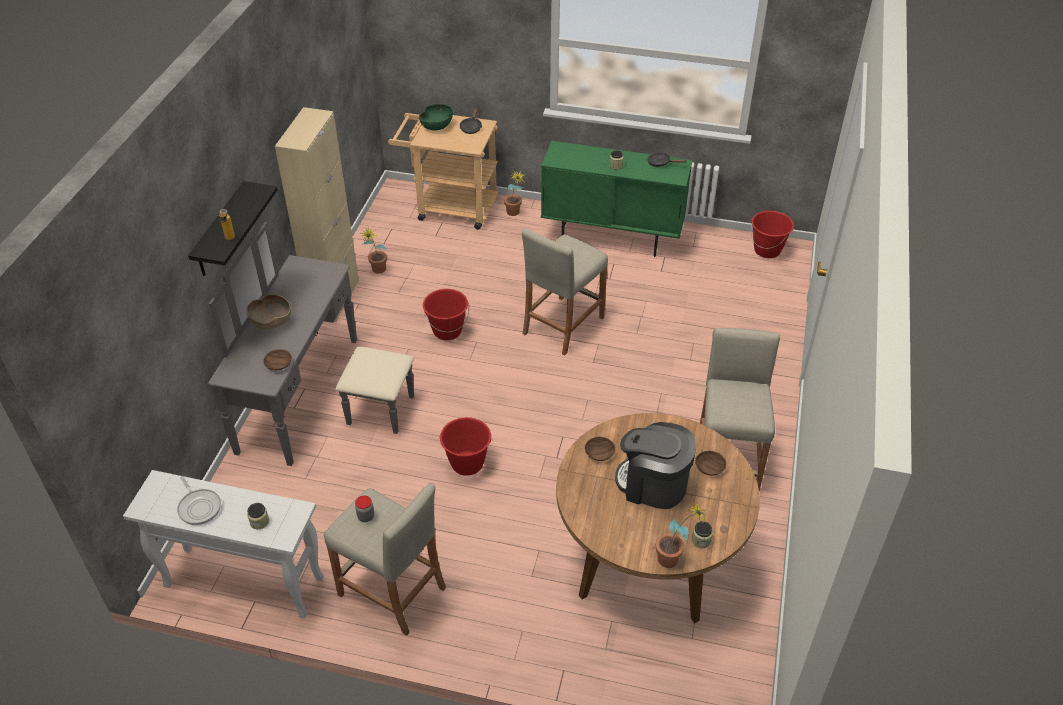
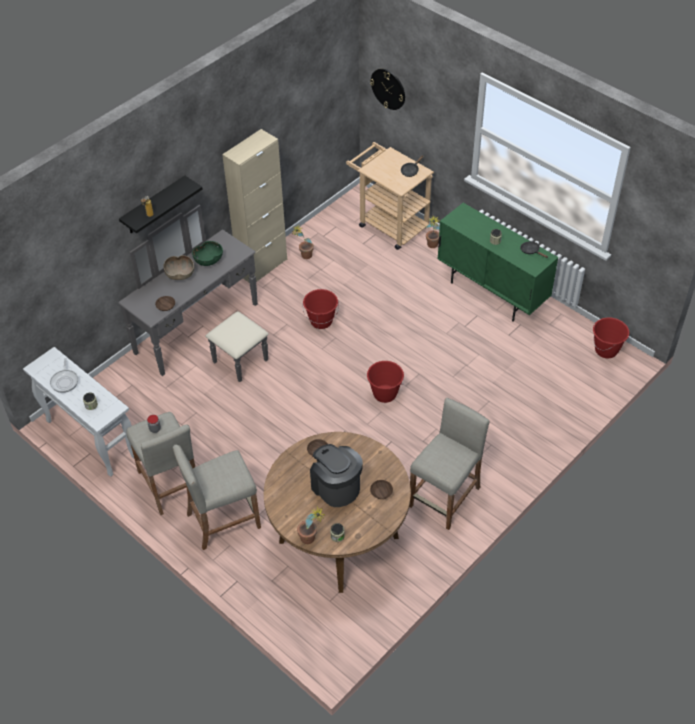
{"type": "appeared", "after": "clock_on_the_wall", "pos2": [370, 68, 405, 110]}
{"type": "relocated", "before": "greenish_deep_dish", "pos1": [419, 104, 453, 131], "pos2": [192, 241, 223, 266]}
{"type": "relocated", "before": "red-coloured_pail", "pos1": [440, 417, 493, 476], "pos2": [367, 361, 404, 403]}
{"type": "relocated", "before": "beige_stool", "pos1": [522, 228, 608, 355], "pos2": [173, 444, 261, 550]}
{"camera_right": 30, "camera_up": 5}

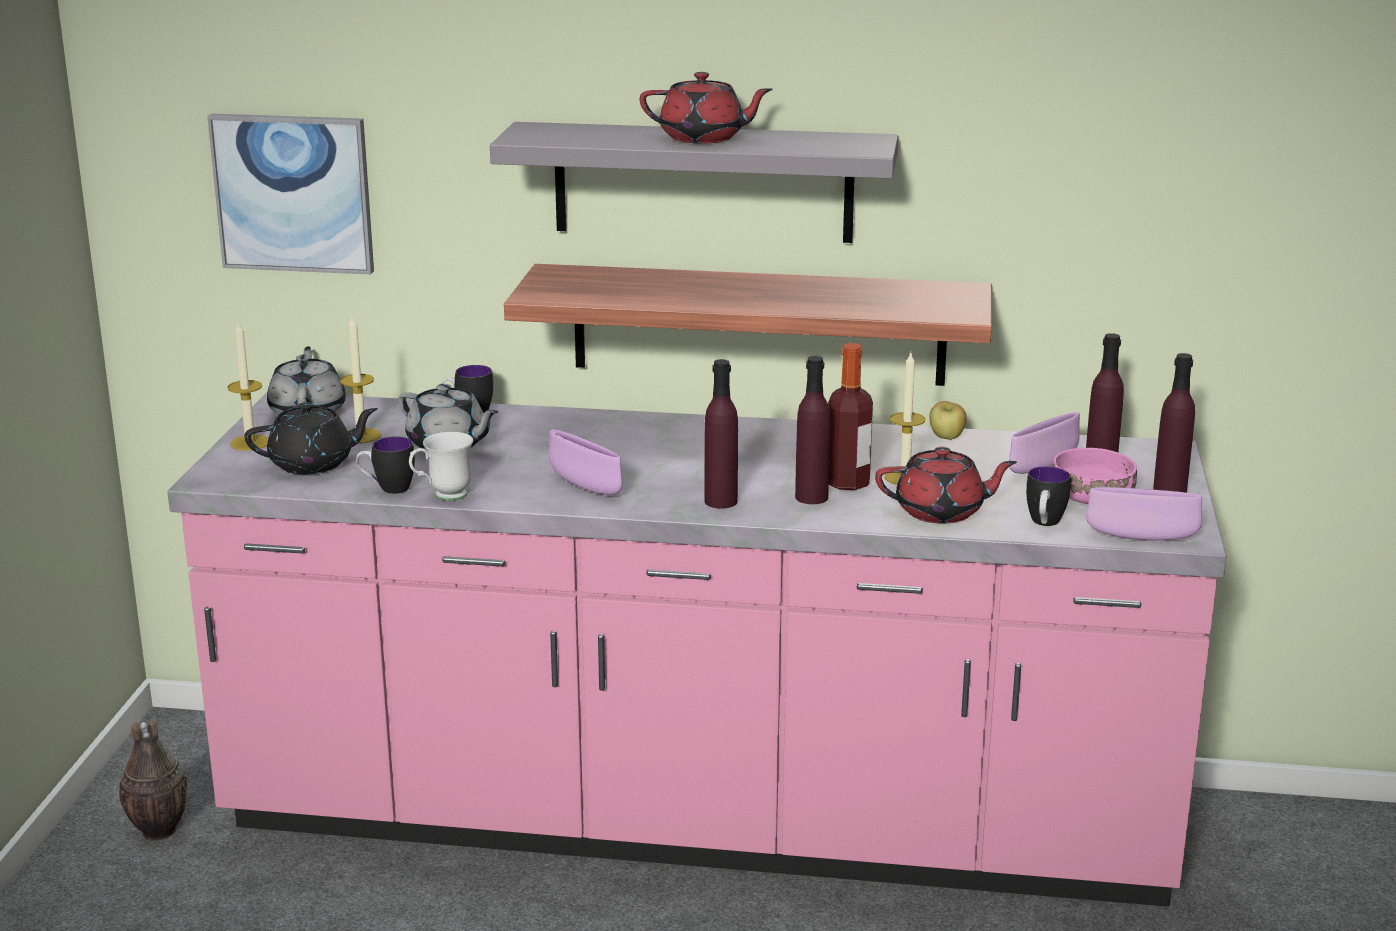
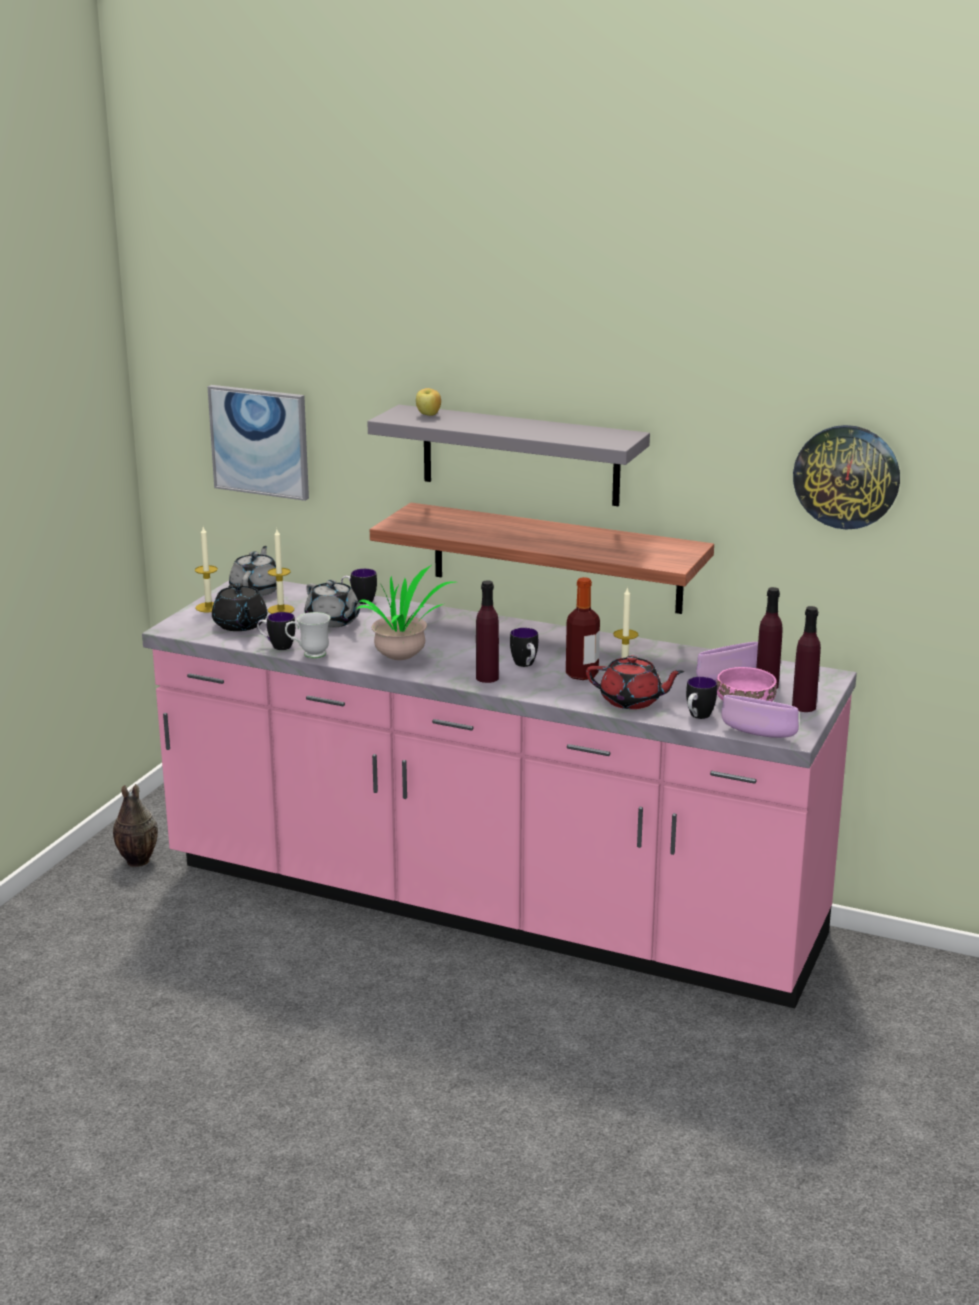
{"type": "missing", "before": "red-coloured_teapot", "pos1": [640, 72, 773, 144]}
{"type": "missing", "before": "purple_drink_bottle", "pos1": [795, 356, 830, 504]}
{"type": "appeared", "after": "mug", "pos2": [510, 628, 538, 667]}
{"type": "appeared", "after": "clock_on_the_wall", "pos2": [793, 425, 900, 530]}
{"type": "relocated", "before": "whole_apple", "pos1": [929, 401, 967, 440], "pos2": [416, 388, 441, 416]}
{"type": "exchanged", "before": "purple_deep_dish", "after": "potted_plant", "pos1": [549, 430, 623, 495], "pos2": [356, 565, 455, 660]}
{"type": "spun", "before": "black-coloured_teapot", "pos1": [245, 402, 378, 474], "pos2": [212, 583, 267, 631], "turn": 75}
{"camera_right": 15, "camera_up": 0}

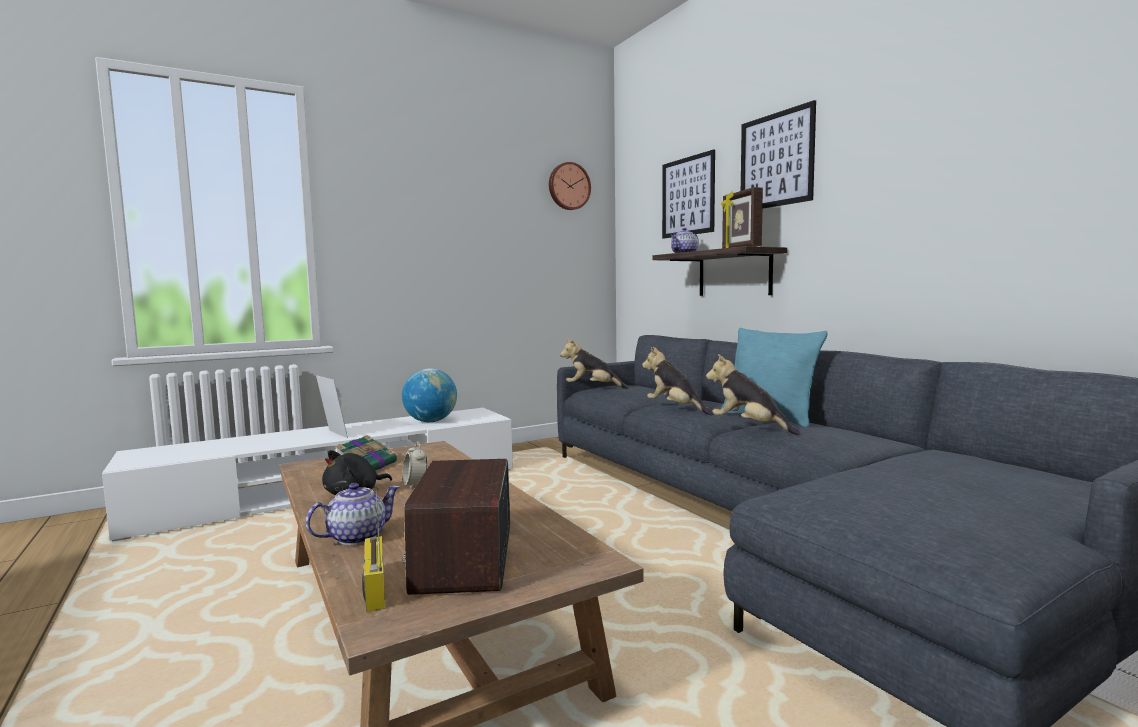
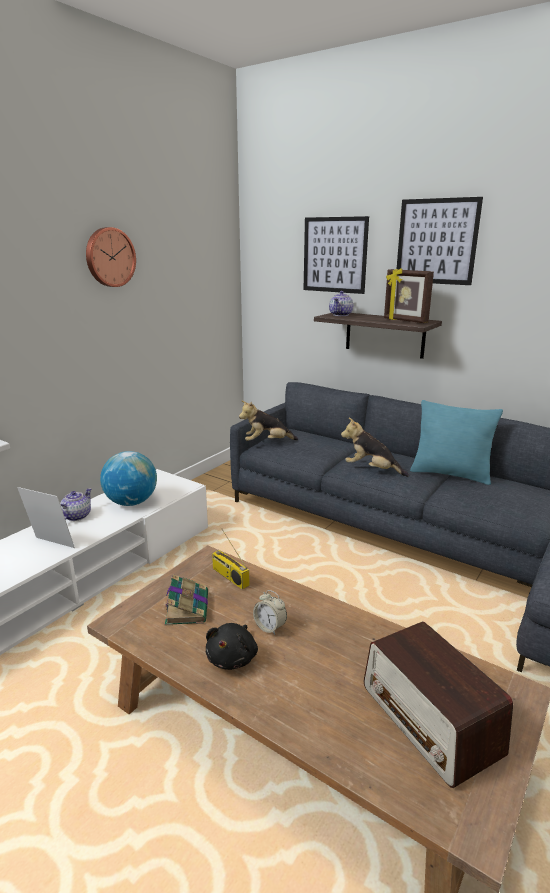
{"type": "missing", "before": "soft_toy", "pos1": [706, 354, 800, 435]}
{"type": "relocated", "before": "teapot", "pos1": [306, 483, 400, 545], "pos2": [60, 488, 92, 521]}
{"type": "relocated", "before": "radio_set", "pos1": [362, 491, 385, 612], "pos2": [212, 529, 250, 590]}
{"type": "relocated", "before": "clock_on_the_wall", "pos1": [549, 162, 591, 210], "pos2": [86, 227, 136, 287]}
{"camera_right": -25, "camera_up": 15}

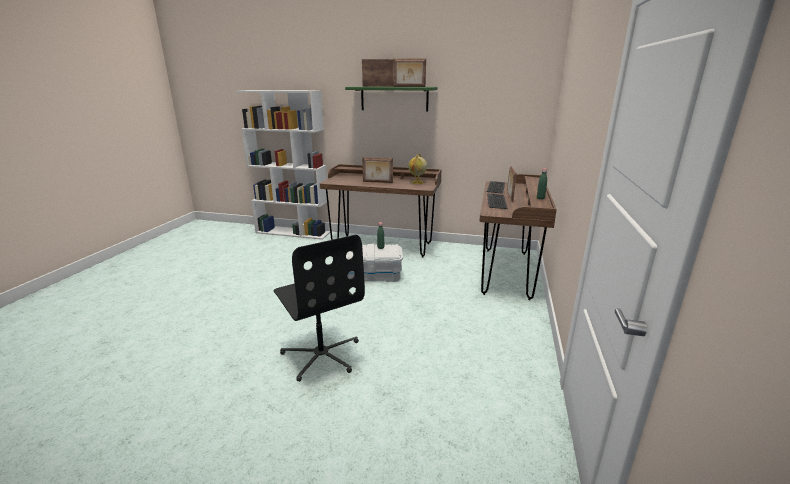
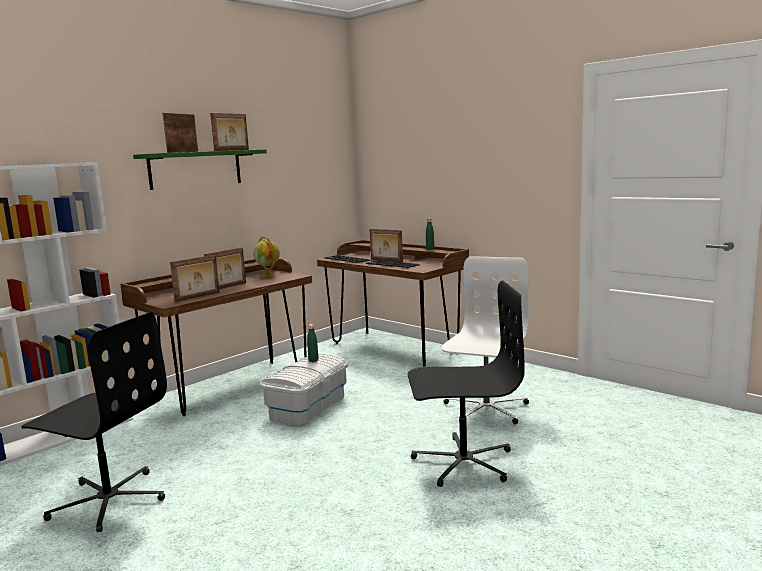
{"type": "appeared", "after": "black-coloured_desk_chair", "pos2": [21, 312, 167, 532]}
{"type": "appeared", "after": "standing_frame", "pos2": [170, 255, 220, 302]}
{"type": "appeared", "after": "whitish_desk_chair", "pos2": [442, 256, 529, 424]}
{"camera_right": -60, "camera_up": -10}

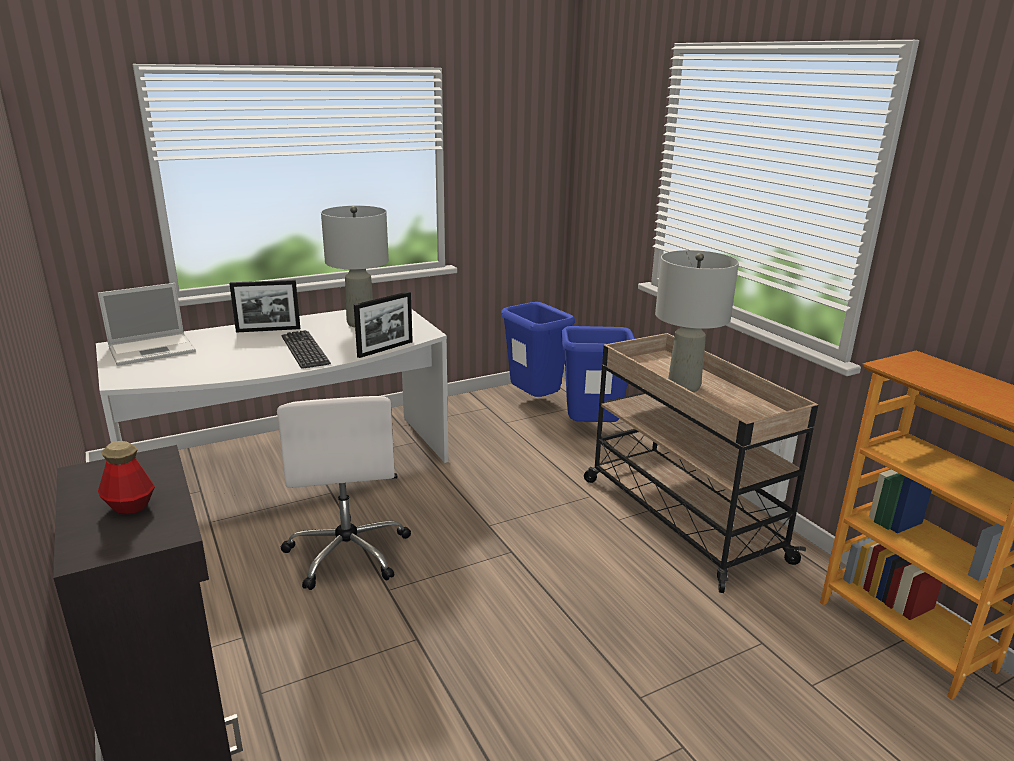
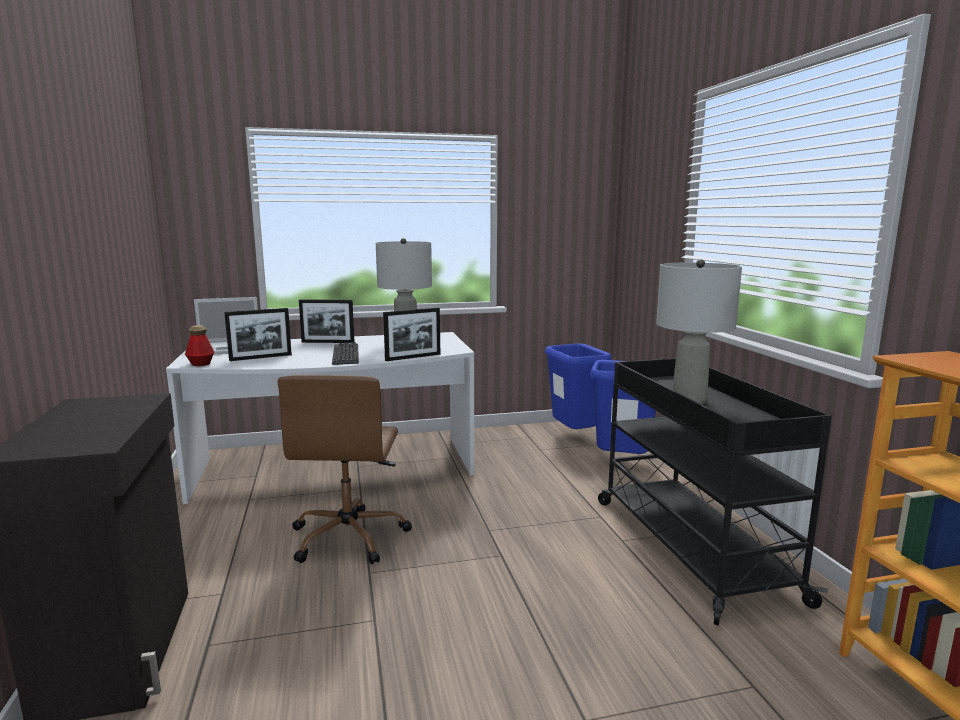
{"type": "appeared", "after": "standing_frame", "pos2": [224, 308, 292, 361]}
{"type": "relocated", "before": "drink_bottle", "pos1": [98, 441, 155, 515], "pos2": [185, 325, 214, 366]}
{"type": "colour", "before": "whitish_desk_chair", "after": "brownish_desk_chair", "pos1": [277, 396, 411, 590], "pos2": [278, 375, 412, 564]}
{"type": "colour", "before": "beige_wheeled_cart", "after": "black-coloured_wheeled_cart", "pos1": [584, 333, 818, 593], "pos2": [598, 358, 832, 626]}
{"camera_right": 15, "camera_up": -10}

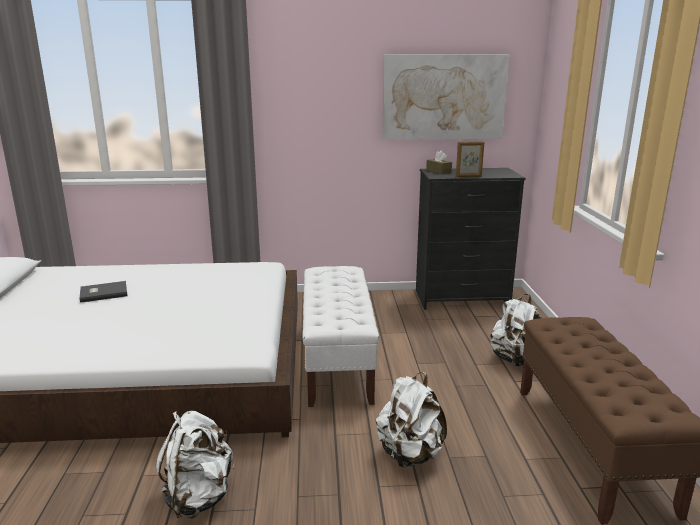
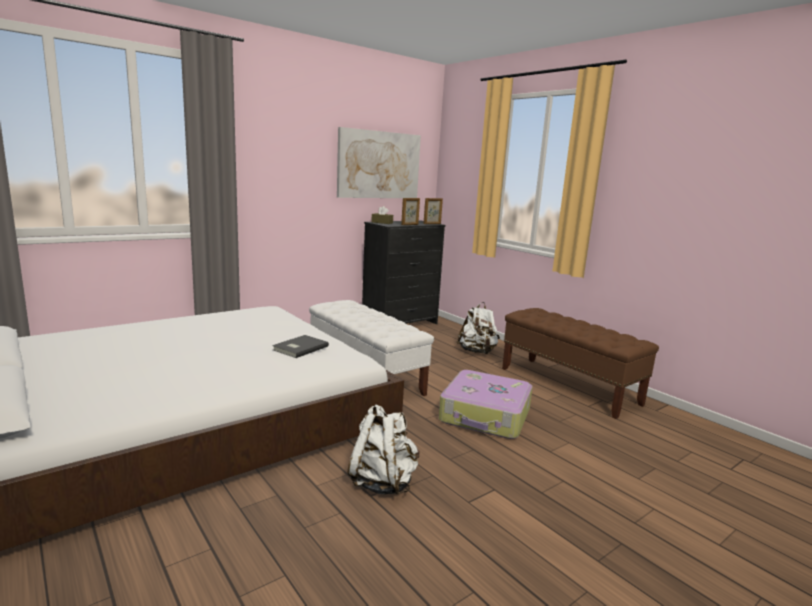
{"type": "appeared", "after": "standing_frame", "pos2": [423, 198, 443, 224]}
{"type": "relocated", "before": "grey_book", "pos1": [80, 281, 127, 303], "pos2": [272, 335, 329, 358]}
{"type": "exchanged", "before": "whitish_rucksack", "after": "travel_case", "pos1": [376, 372, 447, 468], "pos2": [439, 370, 533, 439]}
{"camera_right": -35, "camera_up": -5}

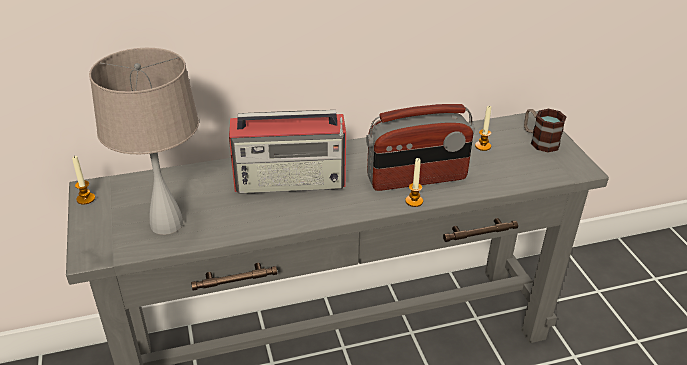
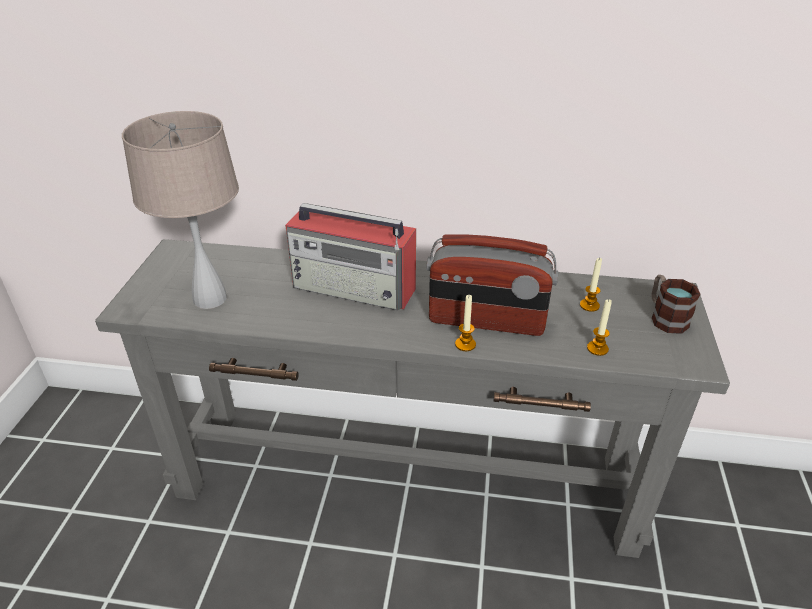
{"type": "relocated", "before": "wax_light", "pos1": [72, 156, 95, 205], "pos2": [587, 299, 612, 356]}
{"camera_right": 25, "camera_up": 0}

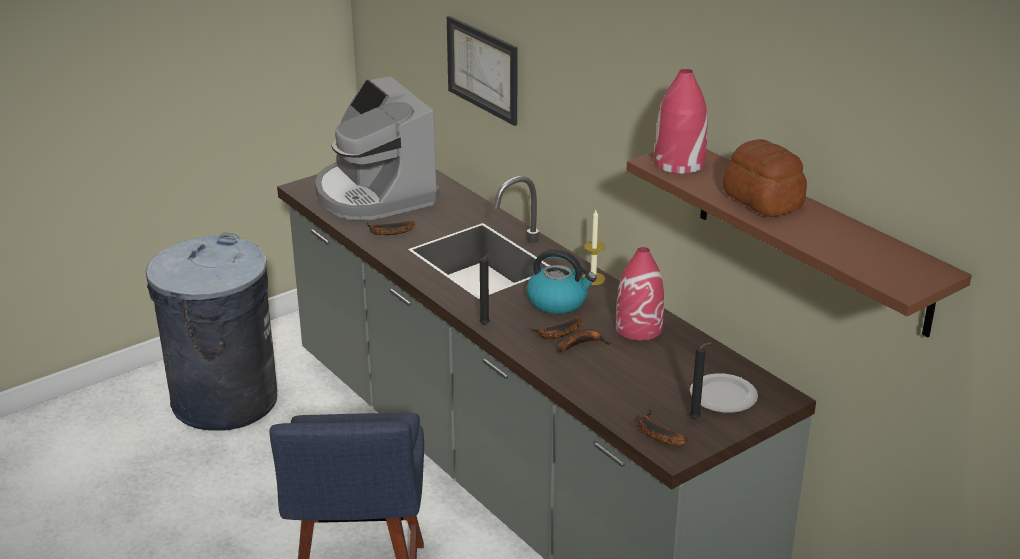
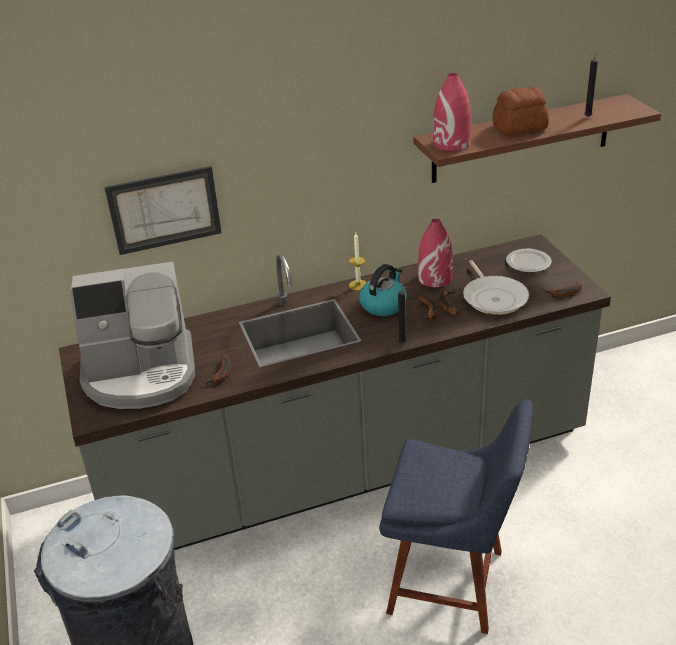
{"type": "appeared", "after": "skillet", "pos2": [463, 260, 529, 315]}
{"type": "relocated", "before": "black-coloured_wax_light", "pos1": [689, 342, 711, 419], "pos2": [584, 53, 598, 117]}
{"camera_right": -70, "camera_up": 5}

